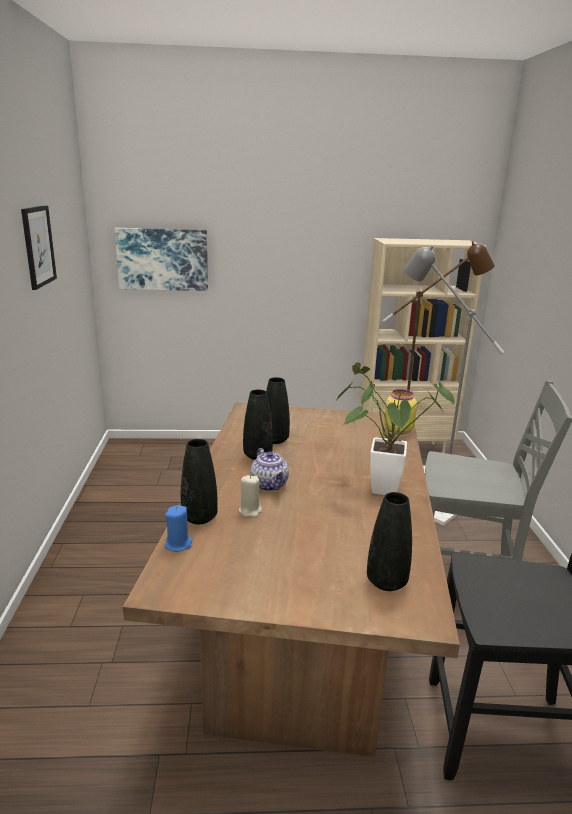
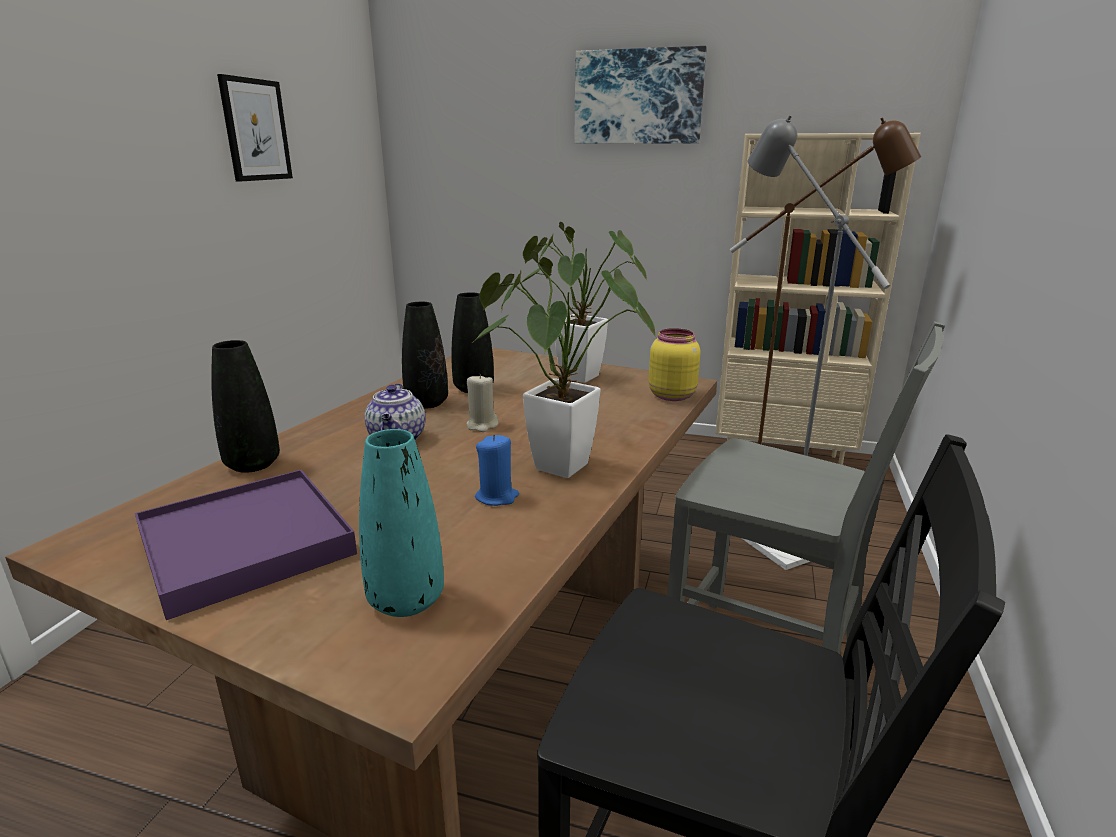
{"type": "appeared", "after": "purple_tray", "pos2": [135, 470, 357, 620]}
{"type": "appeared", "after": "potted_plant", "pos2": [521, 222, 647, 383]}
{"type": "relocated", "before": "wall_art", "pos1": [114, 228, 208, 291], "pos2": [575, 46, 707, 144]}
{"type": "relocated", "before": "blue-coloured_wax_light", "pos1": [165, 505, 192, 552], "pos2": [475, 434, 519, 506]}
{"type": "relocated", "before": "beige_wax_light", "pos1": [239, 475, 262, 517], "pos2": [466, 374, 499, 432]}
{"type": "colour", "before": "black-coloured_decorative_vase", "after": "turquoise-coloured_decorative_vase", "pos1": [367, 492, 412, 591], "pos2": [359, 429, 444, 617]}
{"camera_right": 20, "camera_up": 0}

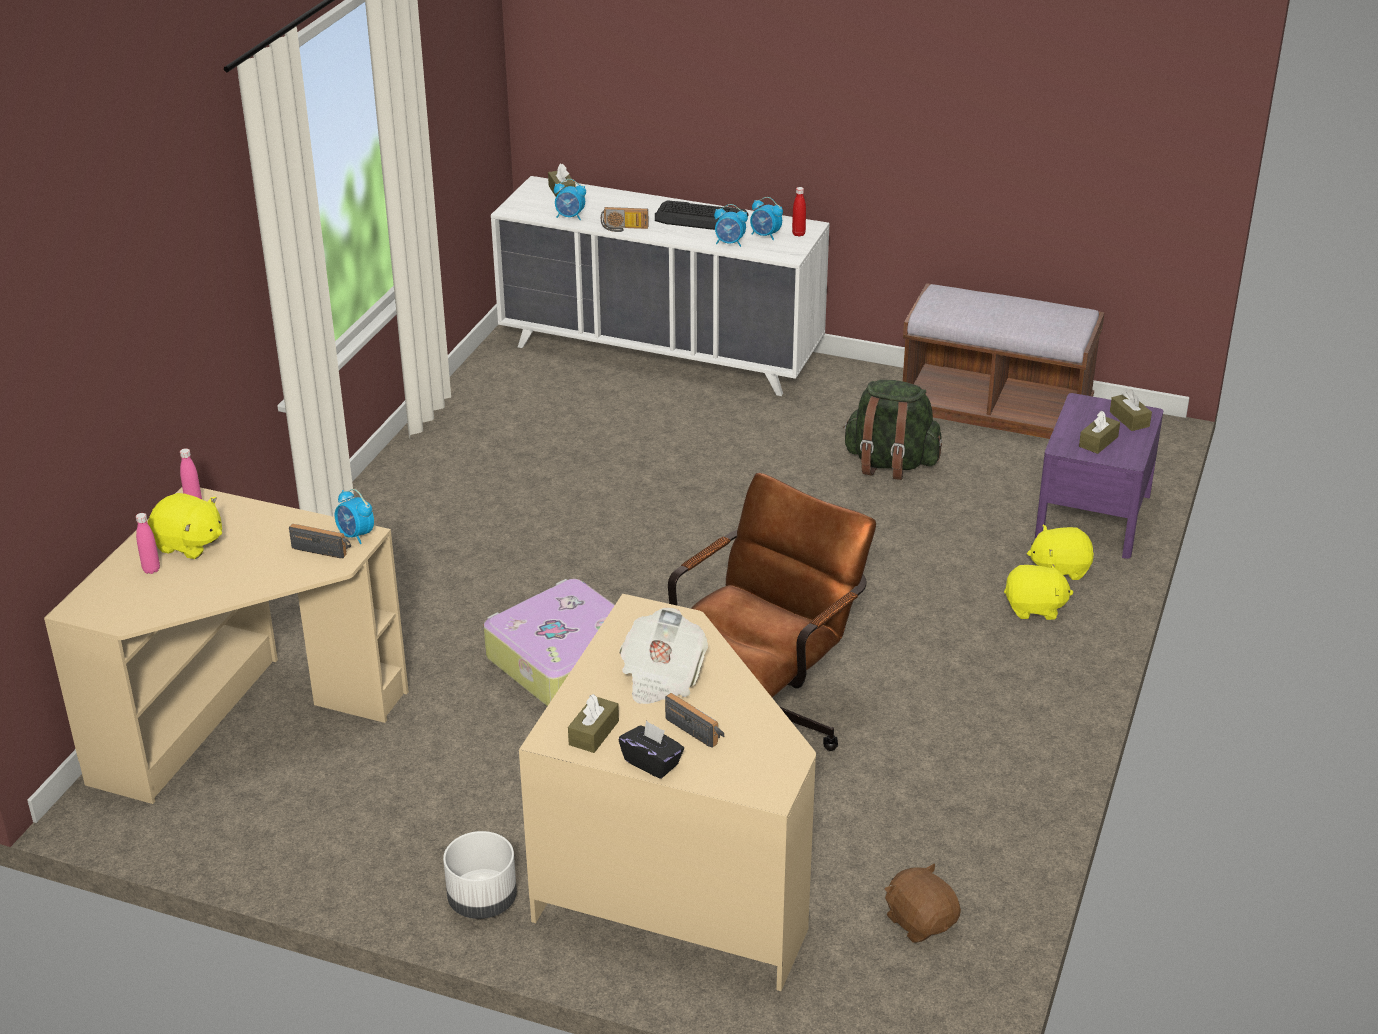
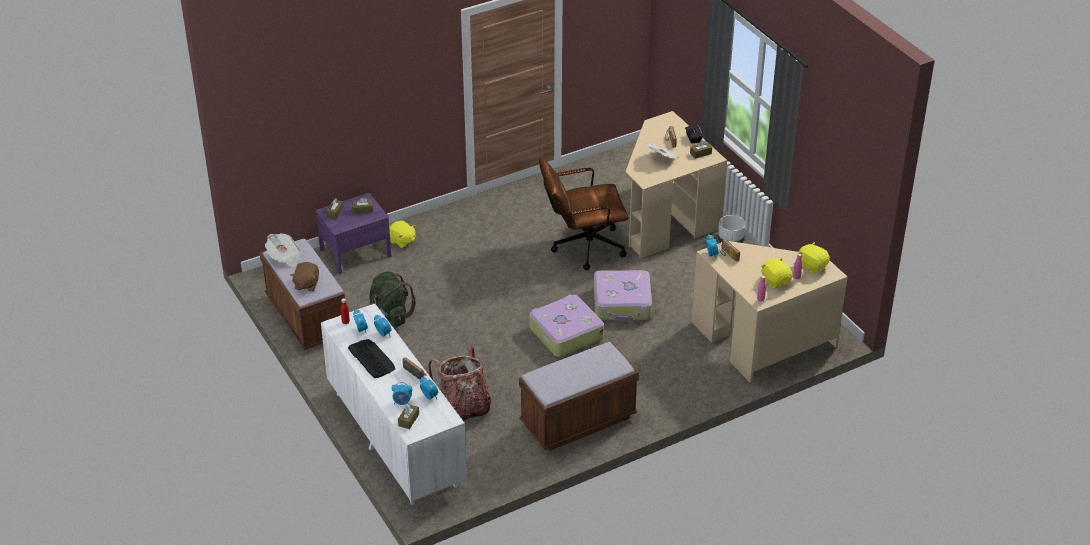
{"type": "appeared", "after": "newspaper", "pos2": [265, 233, 302, 267]}
{"type": "appeared", "after": "bedside_clock", "pos2": [391, 382, 413, 405]}
{"type": "appeared", "after": "rucksack", "pos2": [428, 346, 492, 421]}
{"type": "appeared", "after": "brownish_long_seat", "pos2": [519, 342, 639, 451]}
{"type": "appeared", "after": "travel_case", "pos2": [529, 294, 604, 357]}
{"type": "relocated", "before": "brownish_soft_toy", "pos1": [884, 864, 961, 943], "pos2": [291, 262, 319, 291]}
{"type": "relocated", "before": "yellow-coloured_soft_toy", "pos1": [1004, 563, 1074, 620], "pos2": [798, 242, 830, 274]}
{"camera_right": -140, "camera_up": 5}

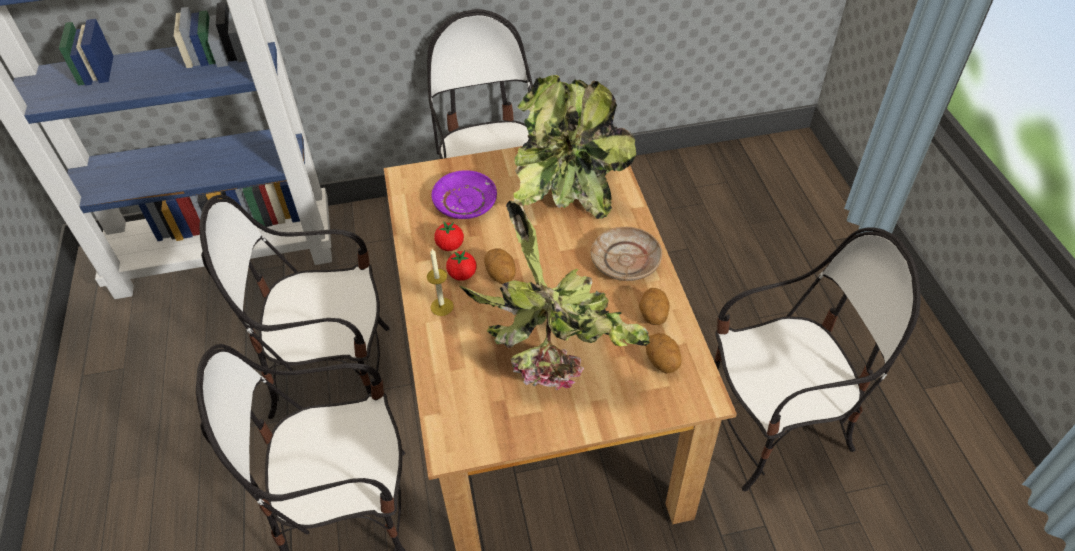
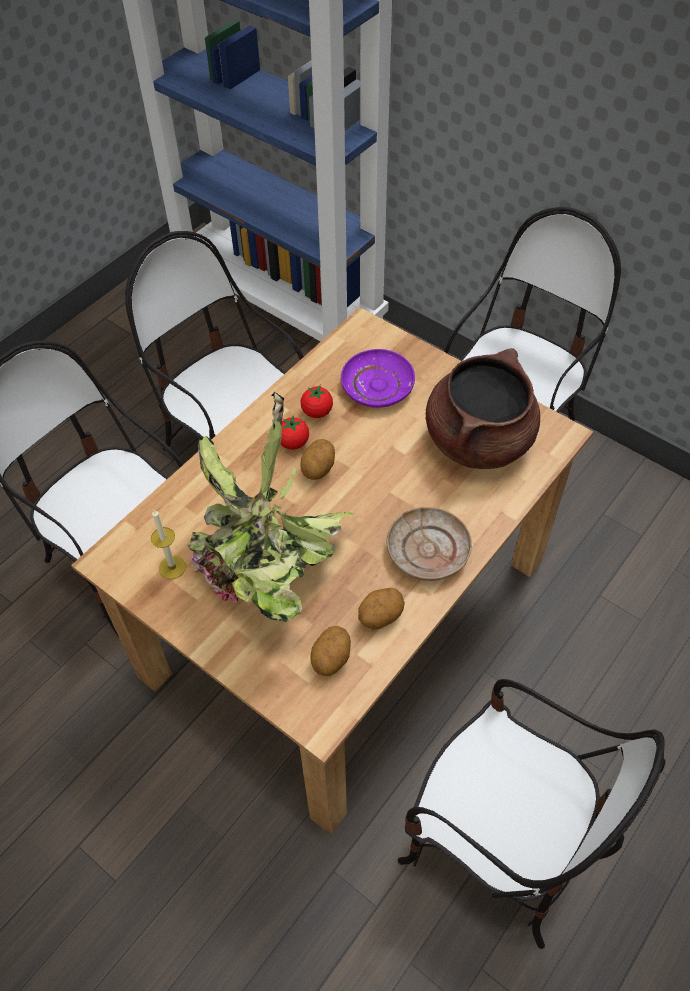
{"type": "relocated", "before": "wax_light", "pos1": [427, 249, 454, 316], "pos2": [151, 510, 186, 579]}
{"type": "exchanged", "before": "potted_plant", "after": "brownish_stockpot", "pos1": [514, 75, 636, 219], "pos2": [426, 348, 540, 469]}
{"camera_right": 50, "camera_up": 5}

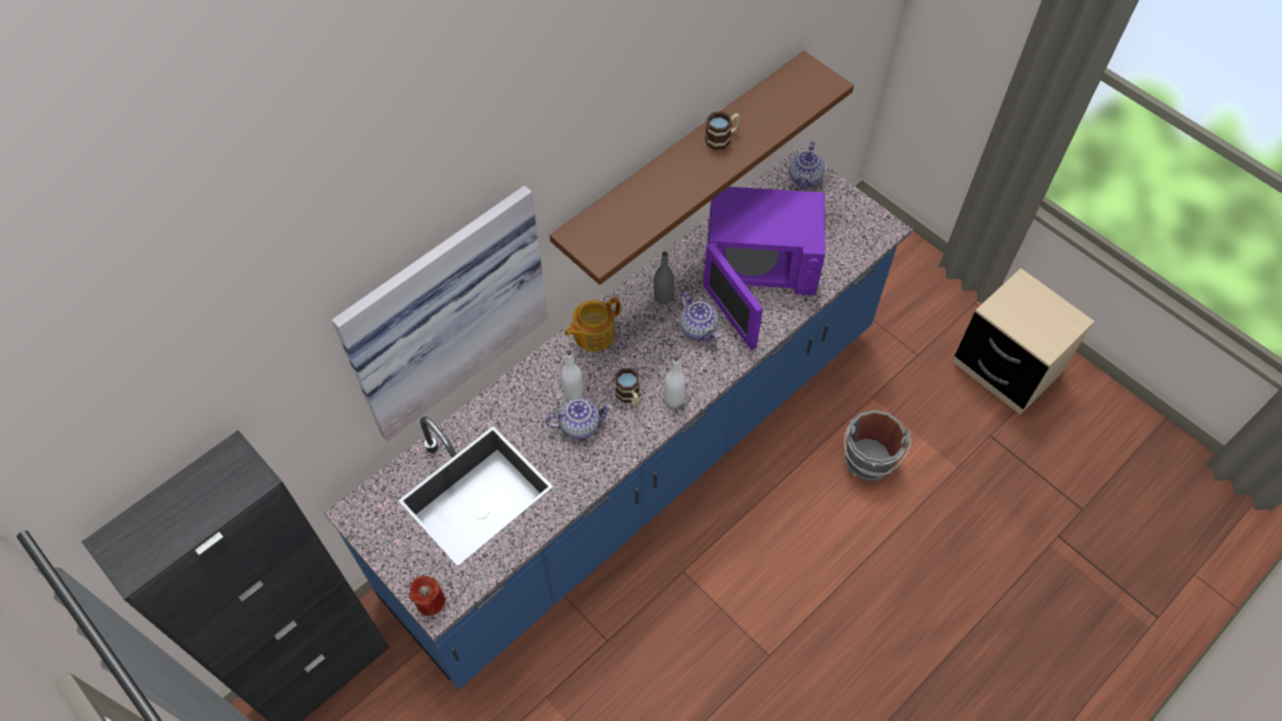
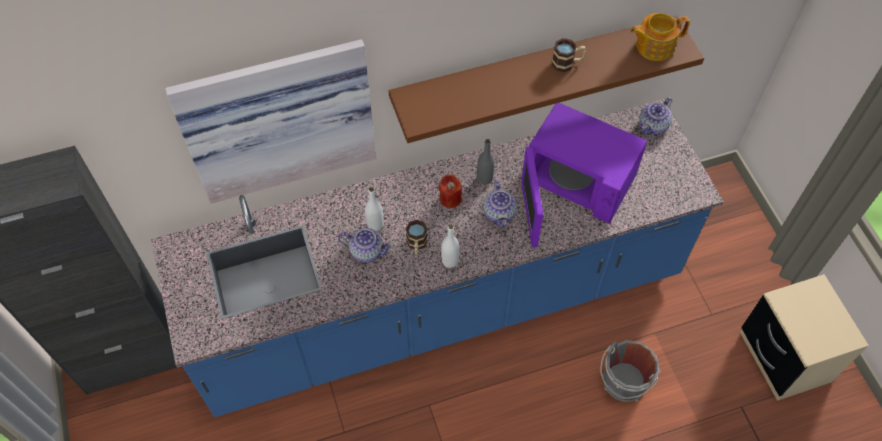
{"type": "relocated", "before": "red-coloured_wax_light", "pos1": [409, 575, 446, 616], "pos2": [438, 174, 462, 208]}
{"type": "relocated", "before": "teapot", "pos1": [565, 297, 621, 352], "pos2": [631, 13, 690, 61]}
{"camera_right": 25, "camera_up": 0}

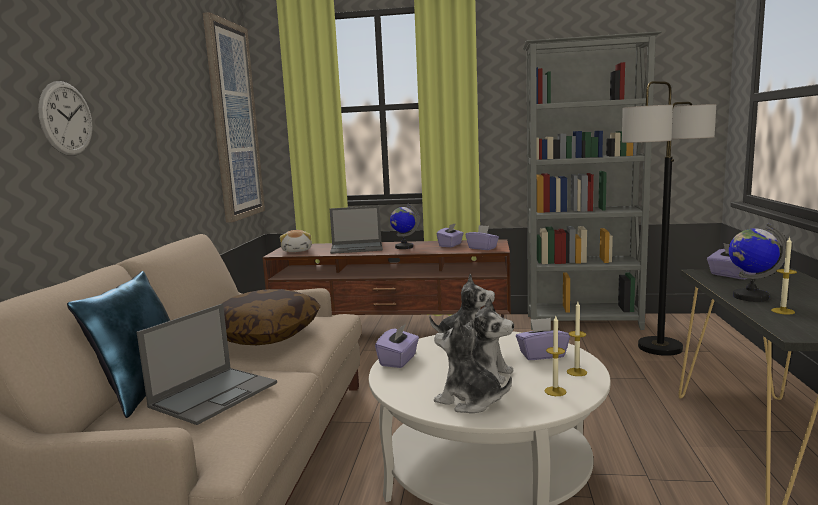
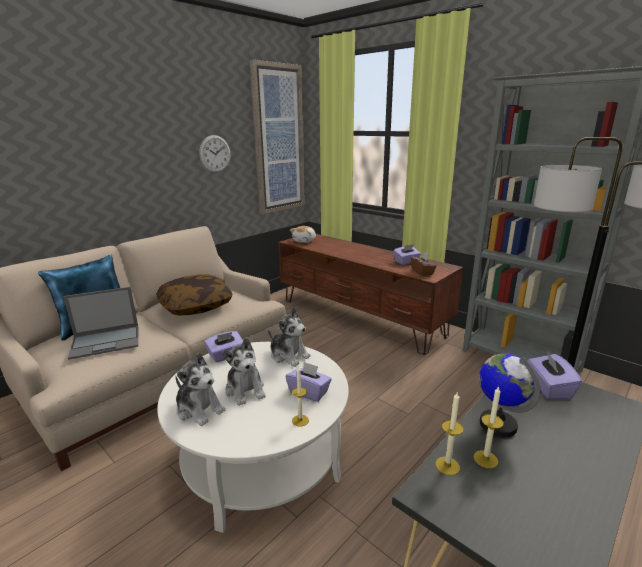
{"type": "missing", "before": "portable_computer", "pos1": [330, 206, 383, 254]}
{"type": "missing", "before": "globe", "pos1": [390, 204, 420, 249]}
{"type": "relocated", "before": "clock_on_the_wall", "pos1": [38, 81, 93, 156], "pos2": [199, 135, 230, 173]}
{"type": "relocated", "before": "wax_light", "pos1": [545, 316, 566, 396], "pos2": [435, 391, 464, 476]}
{"type": "colour", "before": "purple_tissue_box", "after": "brownish_tissue_box", "pos1": [466, 225, 499, 250], "pos2": [411, 251, 437, 276]}
{"type": "spun", "before": "soft_toy", "pos1": [434, 318, 512, 413], "pos2": [175, 353, 225, 426], "turn": 150}
{"camera_right": 35, "camera_up": 10}

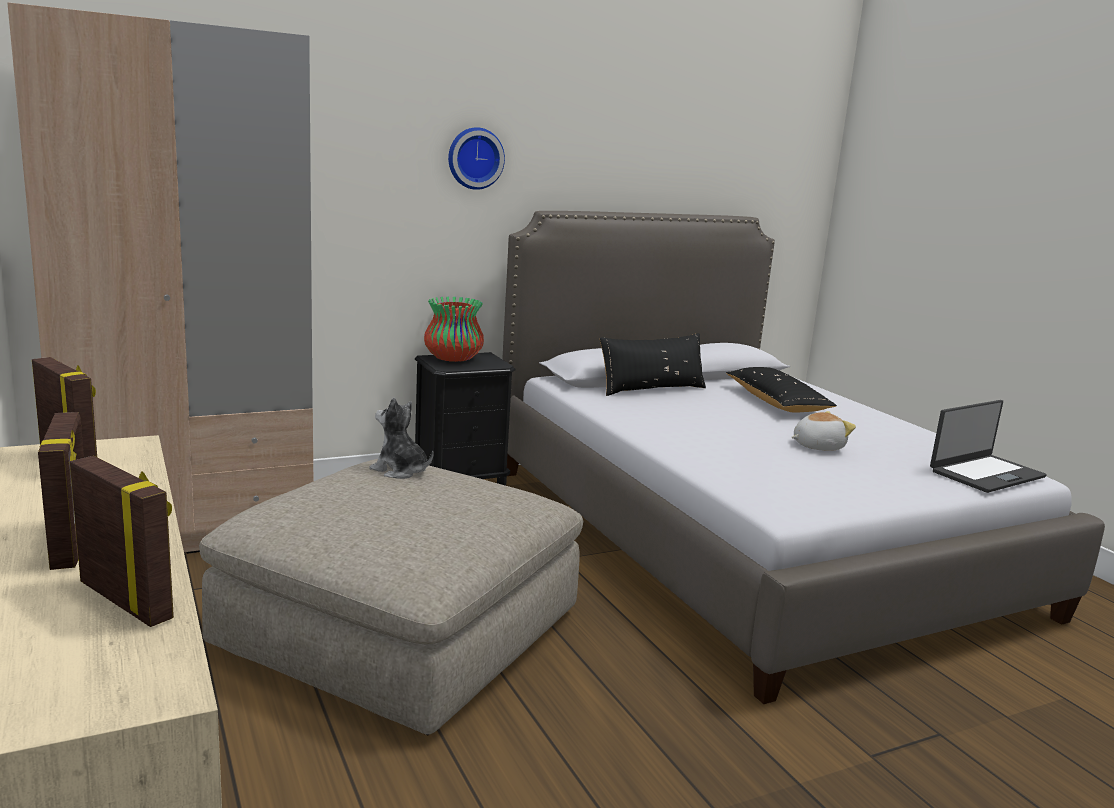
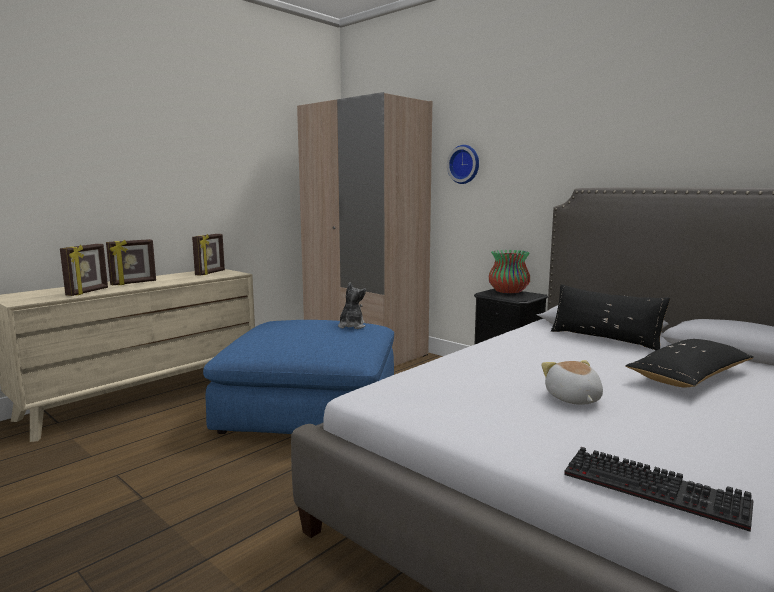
{"type": "relocated", "before": "clock_on_the_wall", "pos1": [448, 127, 505, 190], "pos2": [447, 145, 479, 184]}
{"type": "exchanged", "before": "portable_computer", "after": "PC_keyboard", "pos1": [930, 400, 1047, 493], "pos2": [564, 447, 754, 532]}
{"type": "colour", "before": "beige_footrest", "after": "blue-coloured_footrest", "pos1": [199, 459, 583, 735], "pos2": [203, 320, 394, 434]}
{"type": "spun", "before": "soft_toy", "pos1": [791, 411, 856, 451], "pos2": [541, 360, 603, 405], "turn": -150}
{"camera_right": 70, "camera_up": -5}

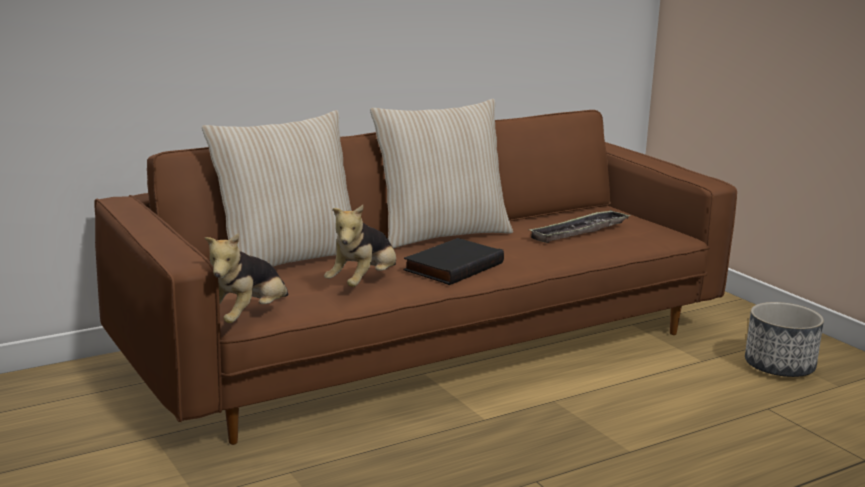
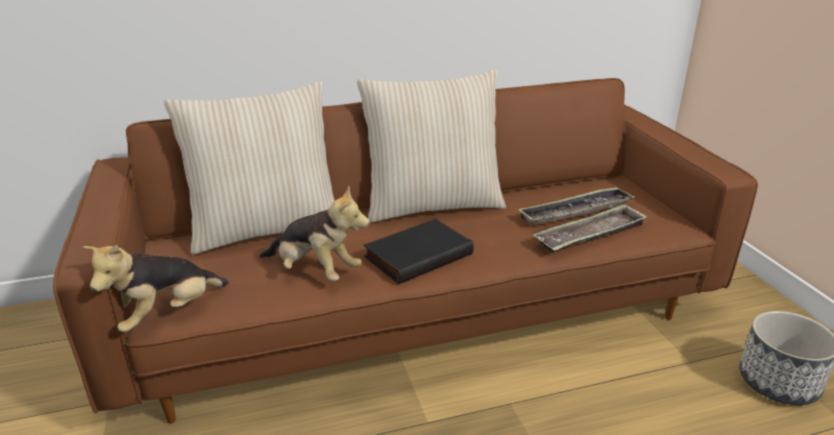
{"type": "appeared", "after": "tray", "pos2": [533, 203, 647, 253]}
{"type": "spun", "before": "soft_toy", "pos1": [324, 205, 396, 287], "pos2": [259, 185, 370, 281], "turn": -105}
{"camera_right": 15, "camera_up": 10}

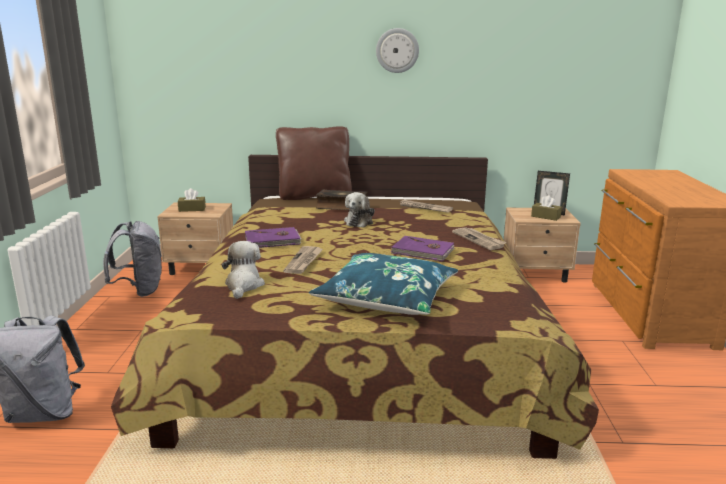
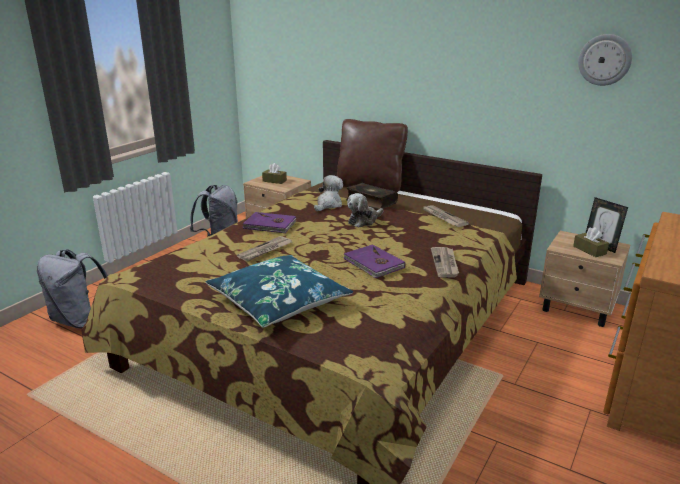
{"type": "relocated", "before": "soft_toy", "pos1": [222, 241, 265, 299], "pos2": [314, 175, 343, 211]}
{"type": "relocated", "before": "clock_on_the_wall", "pos1": [376, 28, 419, 73], "pos2": [578, 34, 632, 86]}
{"camera_right": 30, "camera_up": 5}

